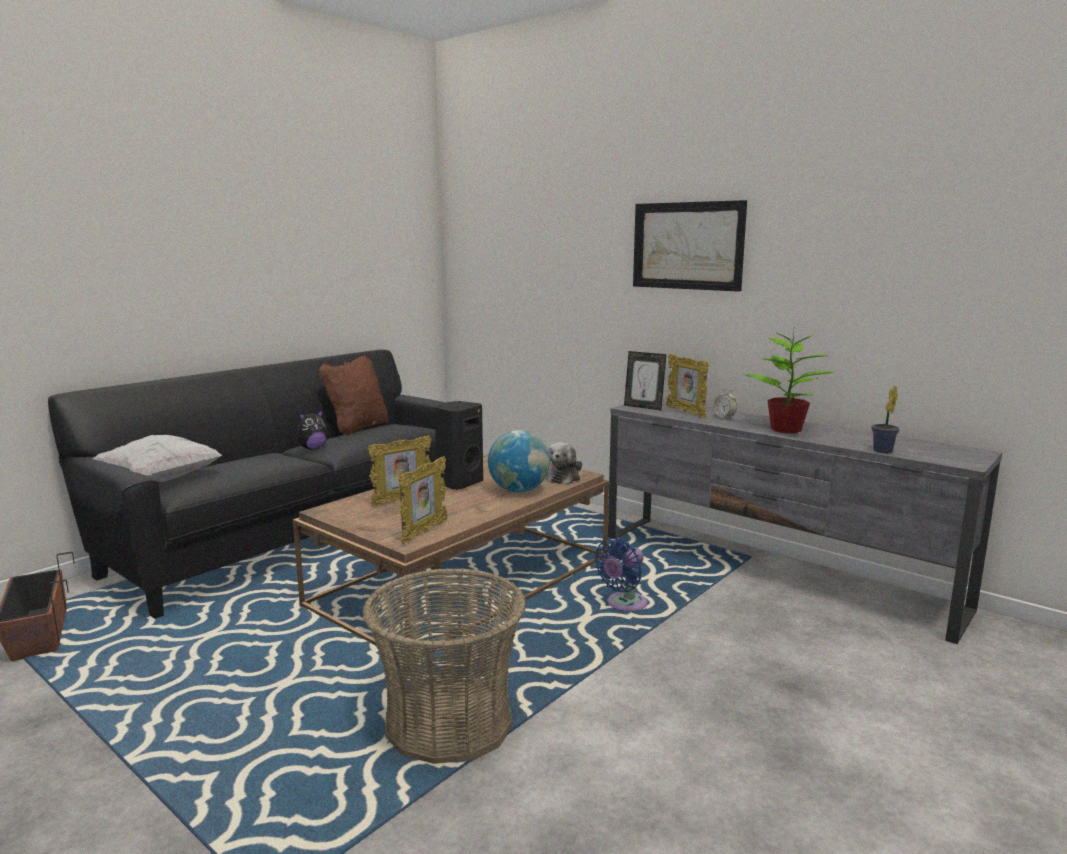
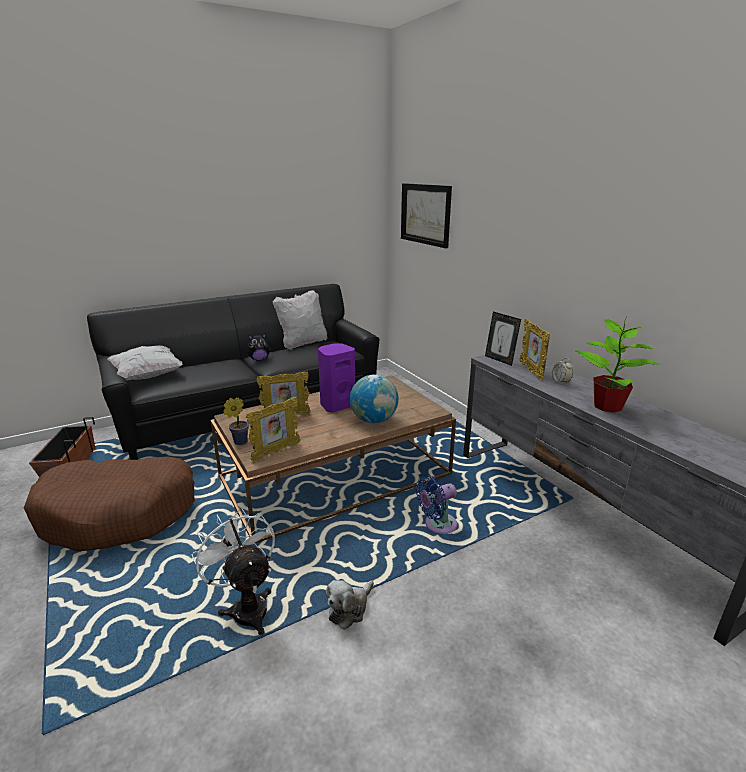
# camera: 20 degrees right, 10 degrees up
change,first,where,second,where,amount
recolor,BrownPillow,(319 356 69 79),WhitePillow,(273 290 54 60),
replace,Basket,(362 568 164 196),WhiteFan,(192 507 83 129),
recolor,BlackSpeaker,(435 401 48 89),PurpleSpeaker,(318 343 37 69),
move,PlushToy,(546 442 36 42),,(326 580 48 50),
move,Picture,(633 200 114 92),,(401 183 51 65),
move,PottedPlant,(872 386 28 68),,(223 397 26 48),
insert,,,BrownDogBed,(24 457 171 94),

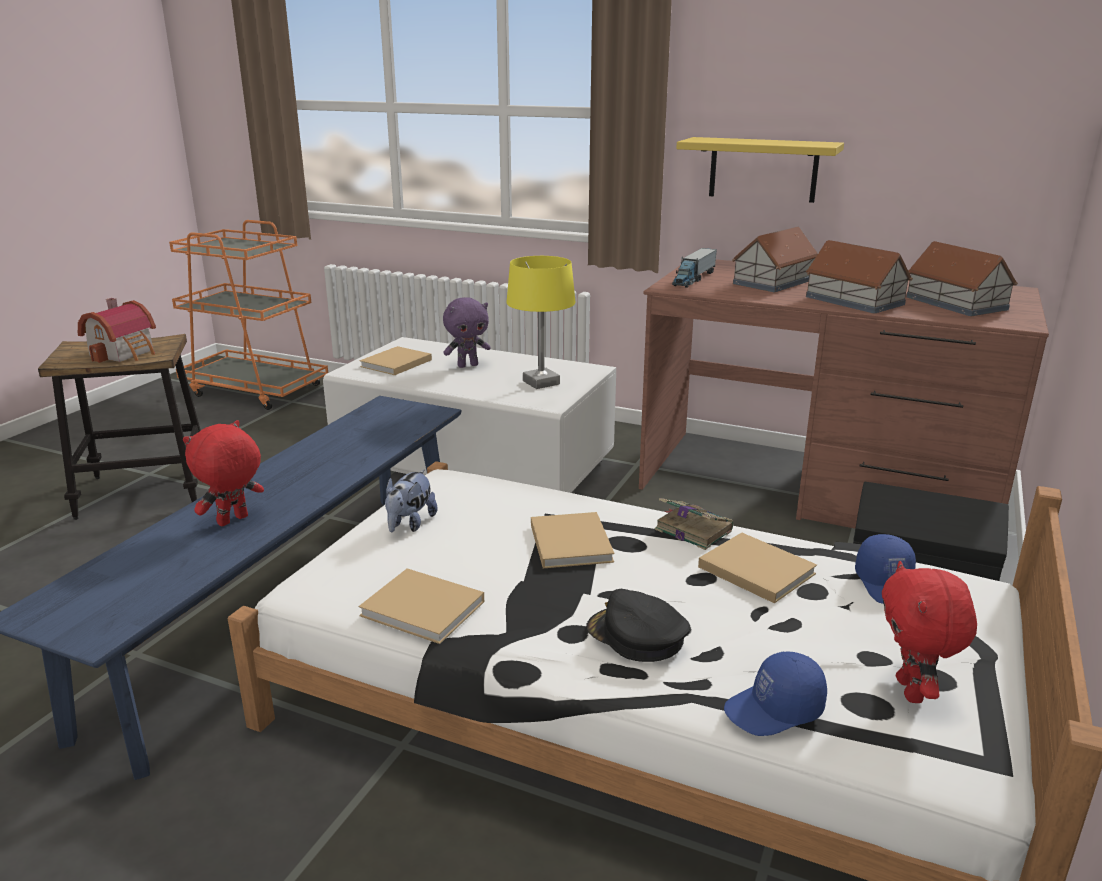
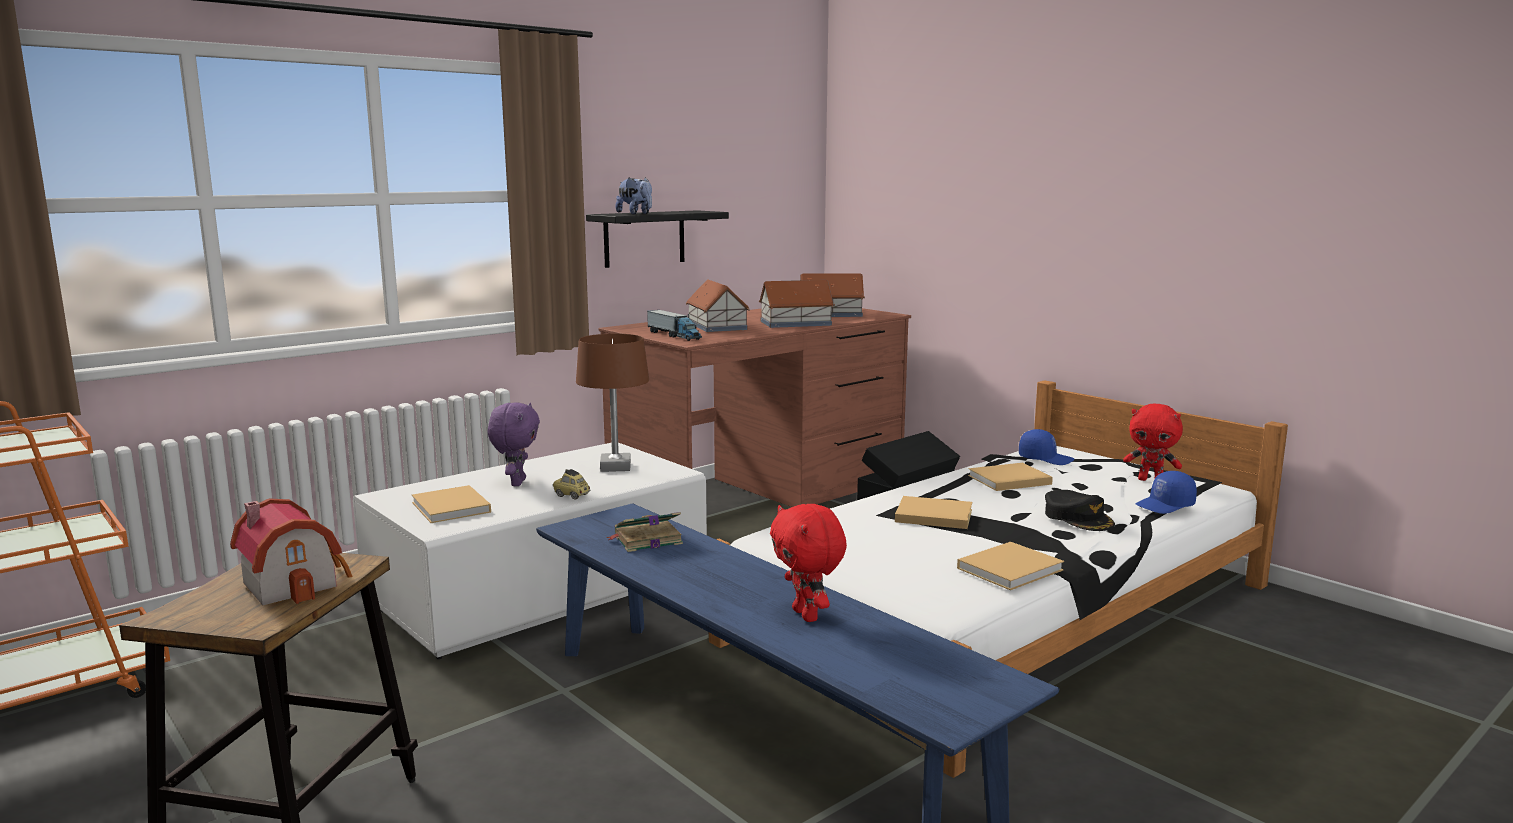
# camera: 65 degrees left, 10 degrees down
change,first,where,second,where,amount
move,PlushToy,(385 469 53 63),,(615 177 37 37),
recolor,YellowTableLamp,(507 256 69 133),BrownTableLamp,(576 334 73 138),
rotate,BlackCap,(586 589 104 73),,(1045 490 70 41),90 degrees counterclockwise
move,Book,(655 498 78 52),,(606 512 77 40),
recolor,YellowShelf,(676 137 168 66),BlackShelf,(586 210 143 58),
rotate,BlueCap,(724 652 103 84),,(1135 471 62 43),60 degrees clockwise
insert,,,ToyCar,(553 469 37 30),

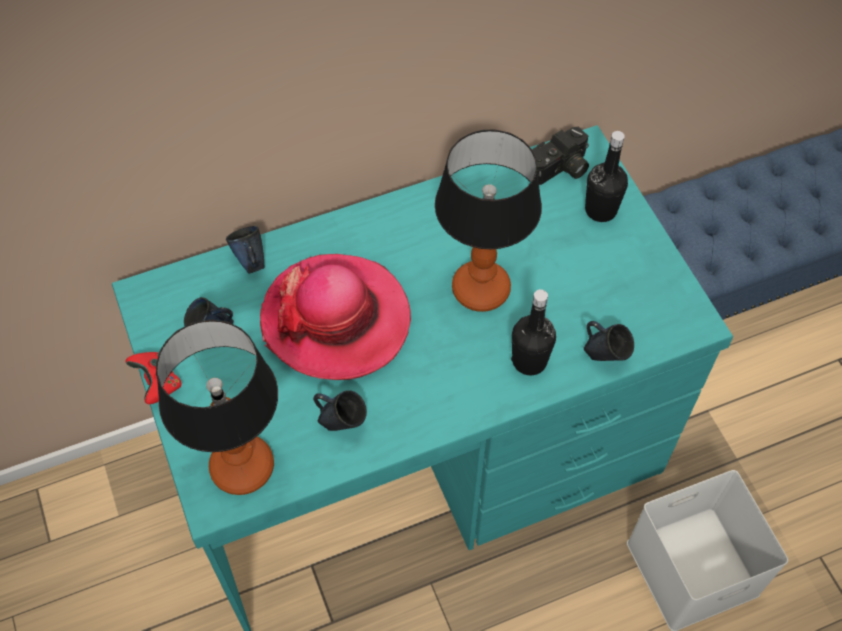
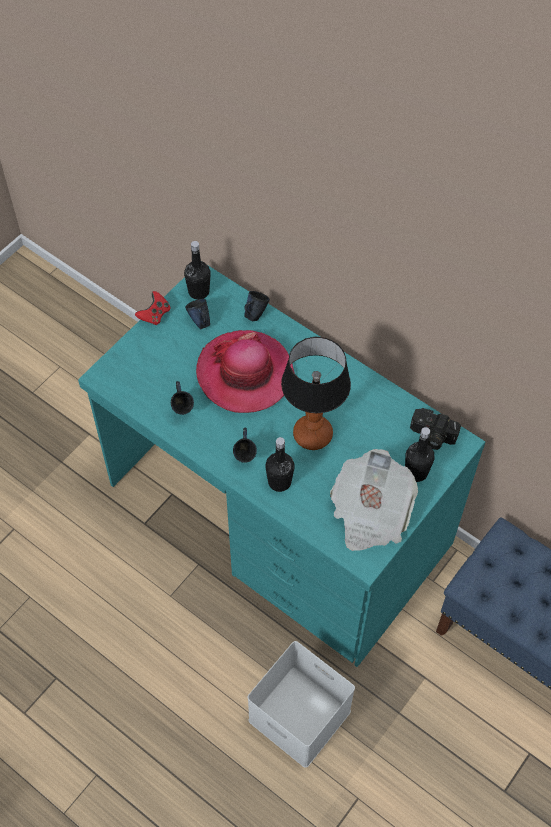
# camera: 60 degrees right, 0 degrees up
change,first,where,second,where,amount
delete,TableLamp,(156 319 122 176),,,
move,BlueMug,(584 321 50 40),,(233 428 24 35),
insert,,,BlackBottle,(184 241 27 59),
insert,,,Newspaper,(330 449 88 102),

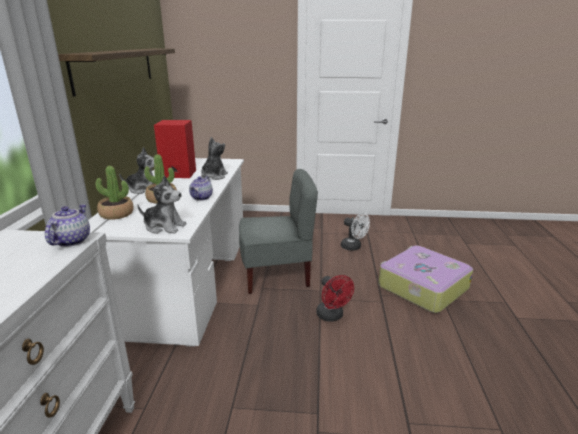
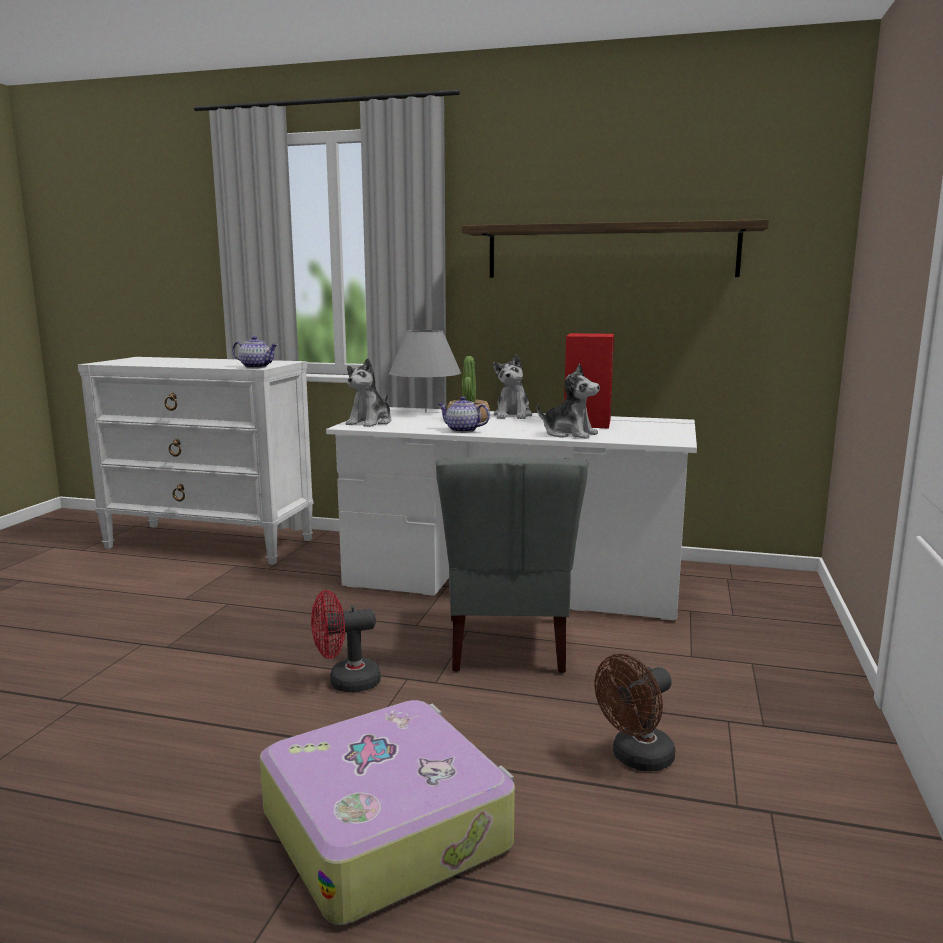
# camera: 100 degrees right, 10 degrees down
change,first,where,second,where,amount
replace,PottedPlant,(96 166 38 54),GreyTableLamp,(389 330 72 83),
recolor,WhiteFan,(341 213 29 38),BrownFan,(594 654 81 117),

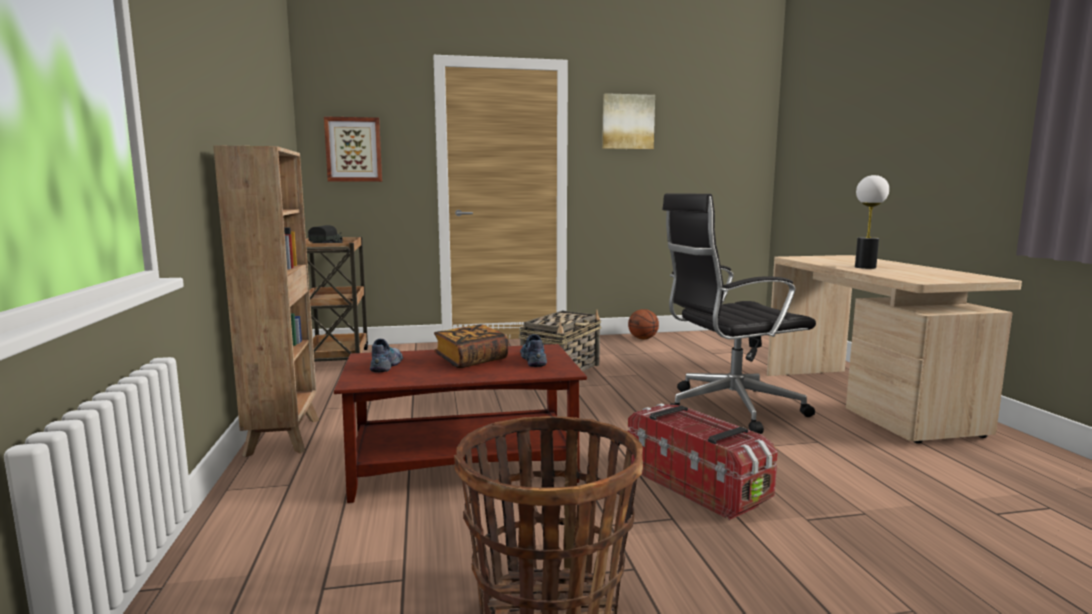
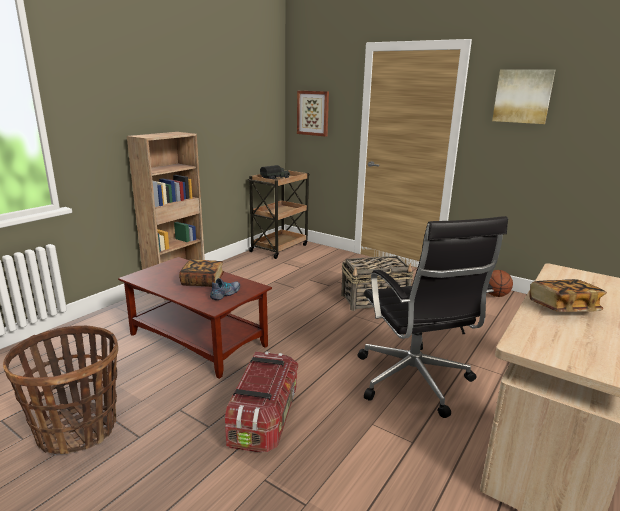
# camera: 45 degrees right, 10 degrees up
change,first,where,second,where,amount
delete,Shoe,(370 339 33 34),,,
rotate,BlackOfficeChair,(662 193 154 241),,(358 216 150 202),135 degrees counterclockwise
replace,TableLamp,(855 175 34 94),Book,(529 279 78 33),

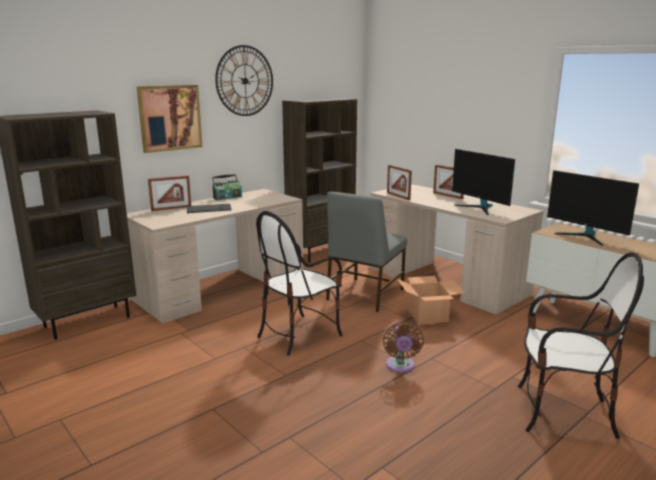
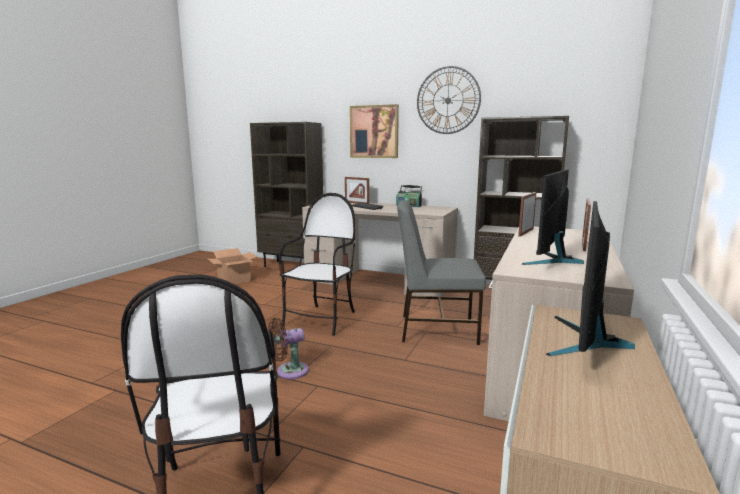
# camera: 65 degrees right, 5 degrees down
change,first,where,second,where,amount
rotate,Chair,(256 211 86 145),,(279 193 76 143),90 degrees clockwise
move,CardboardBox,(397 276 68 48),,(208 248 50 36),

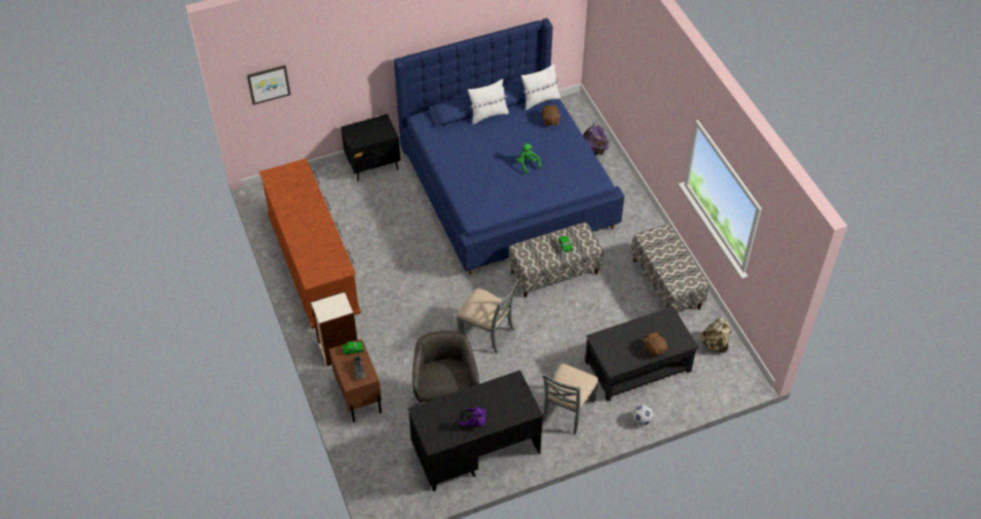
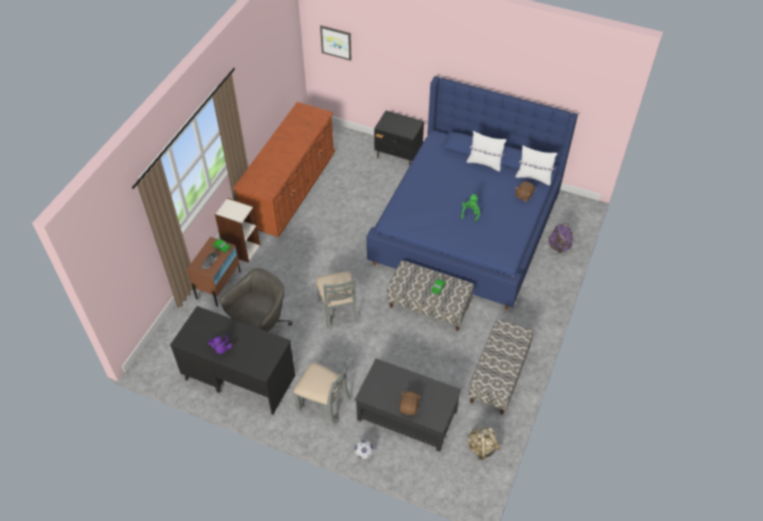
# camera: 45 degrees right, 0 degrees up
change,first,where,second,where,amount
rotate,GreyChair,(542 364 56 71),,(293 355 59 69),135 degrees counterclockwise

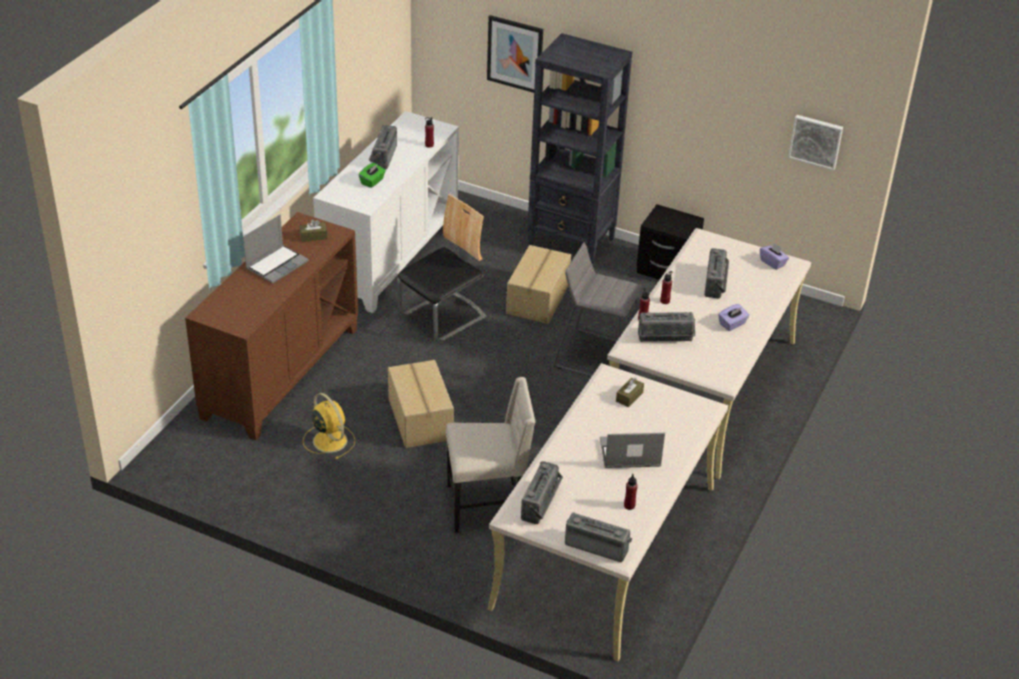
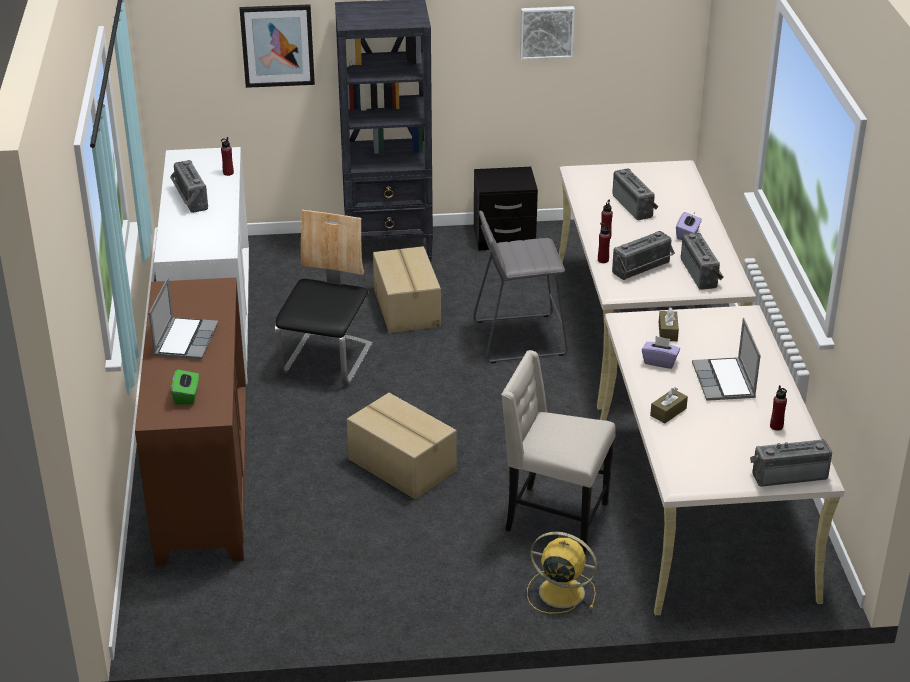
# camera: 30 degrees left, 5 degrees down
change,first,where,second,where,amount
move,BrownTissueBox,(299 219 29 23),,(650 387 38 36),
move,YellowFan,(303 393 52 66),,(527 532 70 82),
move,GreenTissueBox,(359 163 27 25),,(171 369 28 36),
rotate,BeigeChair,(446 377 90 156),,(501 350 115 203),120 degrees counterclockwise
move,Radio,(521 461 42 63),,(681 233 43 57),
rotate,Laptop,(600 433 65 35),,(692 318 69 83),60 degrees counterclockwise
move,PurpleTissueBox,(760 243 29 27),,(642 336 38 33),
move,Picture,(788 115 55 55),,(520 6 55 54),

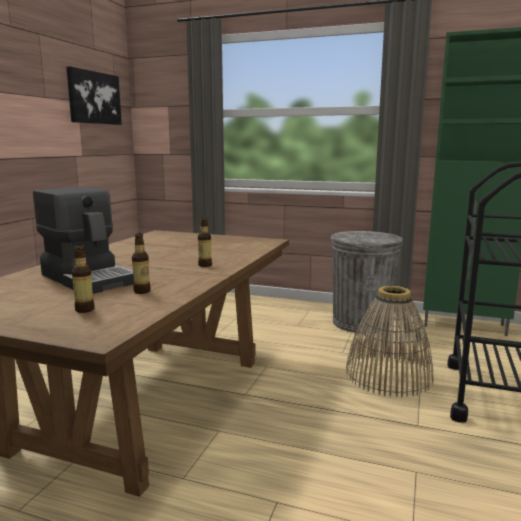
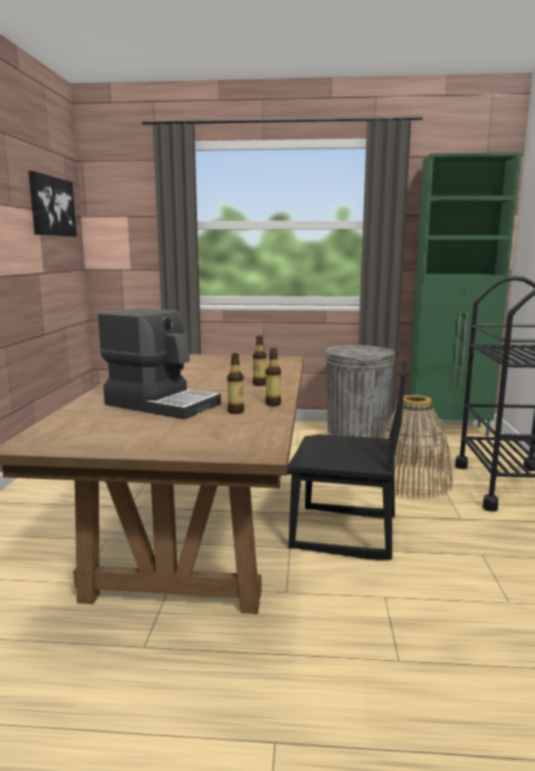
# camera: 15 degrees left, 0 degrees up
change,first,where,second,where,amount
move,Bottle,(72 245 23 68),,(265 348 16 58),
insert,,,BlackChair,(287 360 119 200),

